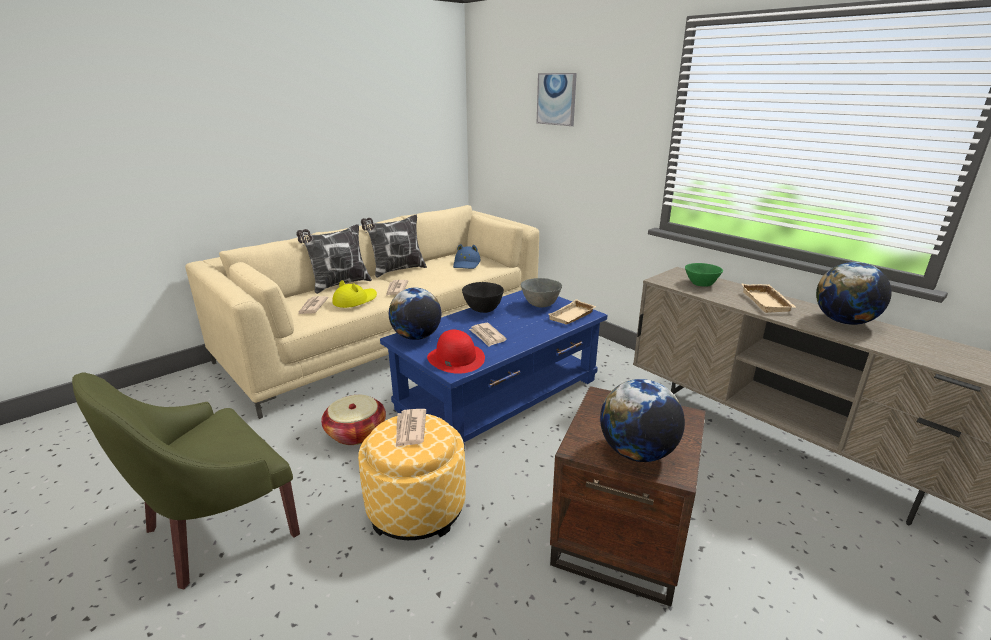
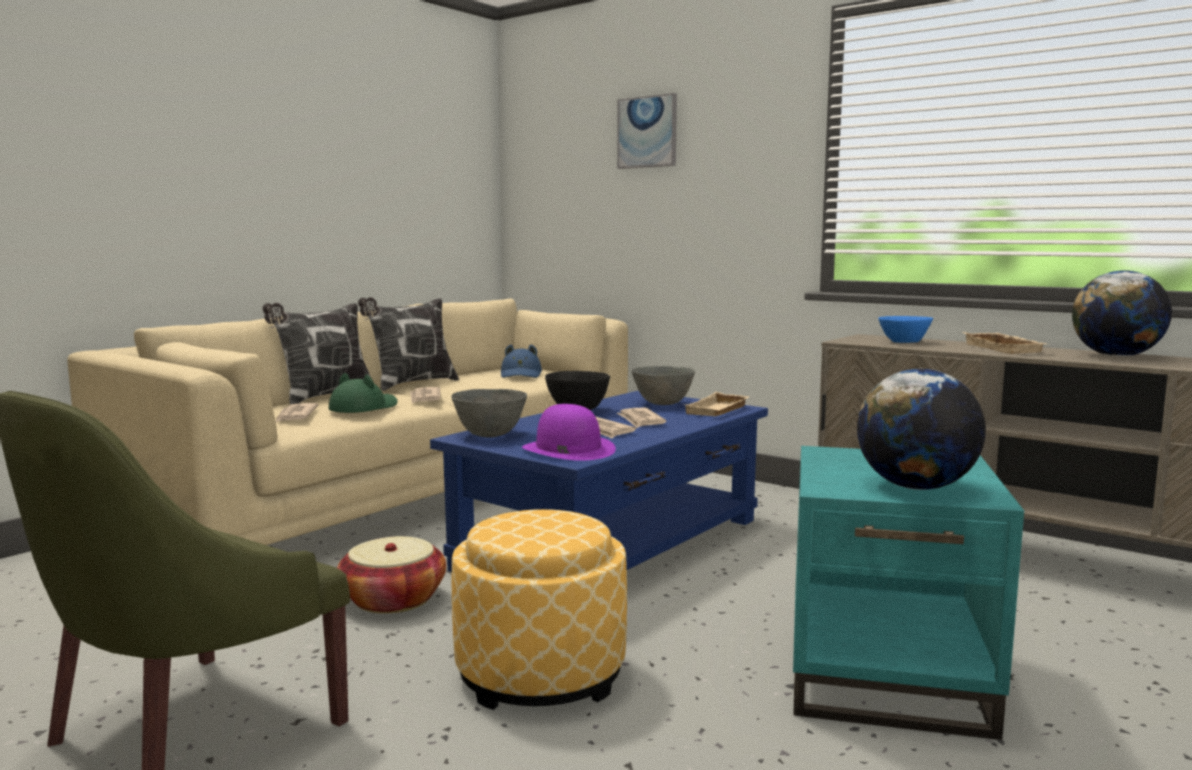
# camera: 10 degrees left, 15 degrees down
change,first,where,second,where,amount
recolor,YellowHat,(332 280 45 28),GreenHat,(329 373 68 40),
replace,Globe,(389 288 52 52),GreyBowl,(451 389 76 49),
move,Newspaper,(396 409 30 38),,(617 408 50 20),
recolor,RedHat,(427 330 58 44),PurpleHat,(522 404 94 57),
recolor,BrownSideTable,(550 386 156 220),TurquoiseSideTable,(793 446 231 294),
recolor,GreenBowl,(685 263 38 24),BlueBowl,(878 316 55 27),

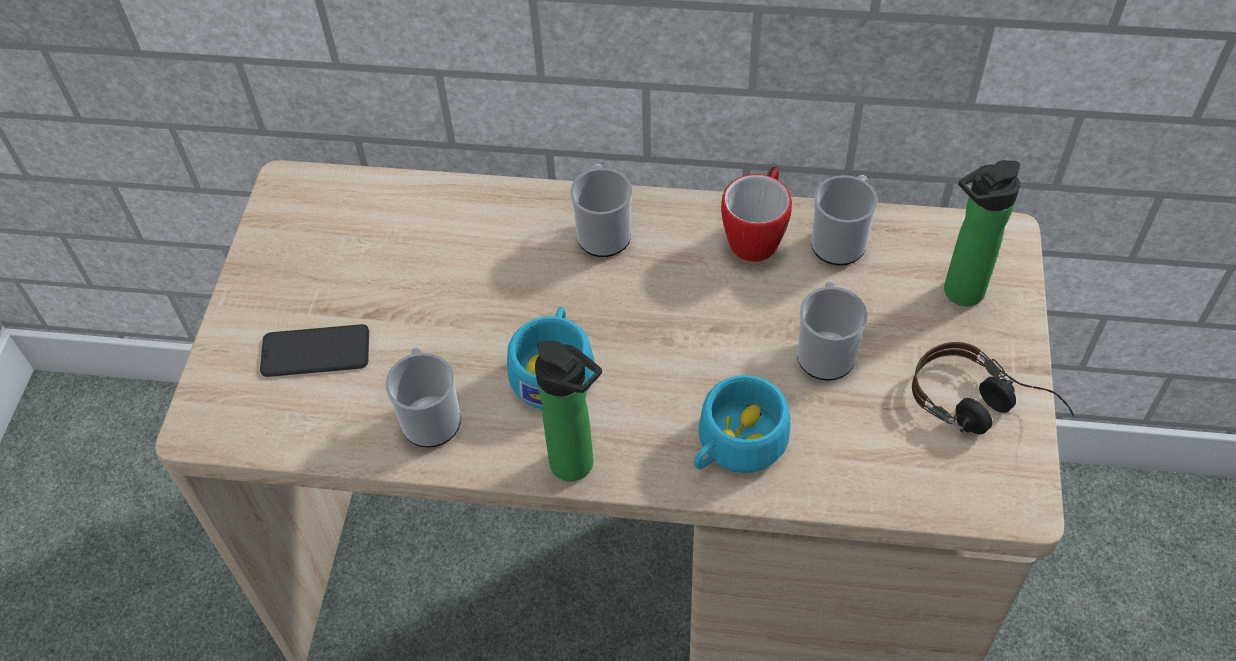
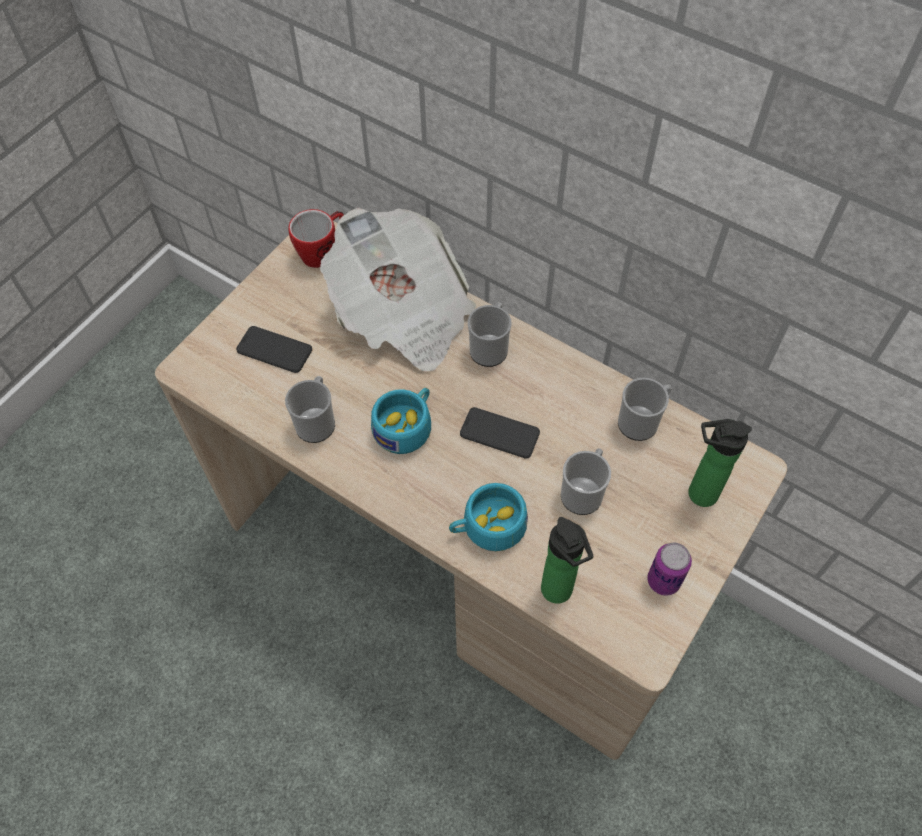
# camera: 25 degrees right, 5 degrees up
change,first,where,second,where,amount
move,Bottle,(535 341 67 140),,(541 517 52 87),
move,Mug,(721 166 71 96),,(288 209 56 59),
replace,Headphones,(912 342 162 92),Can,(647 543 45 53),
insert,,,Newspaper,(320 208 156 164),
insert,,,Phone,(460 407 80 52),

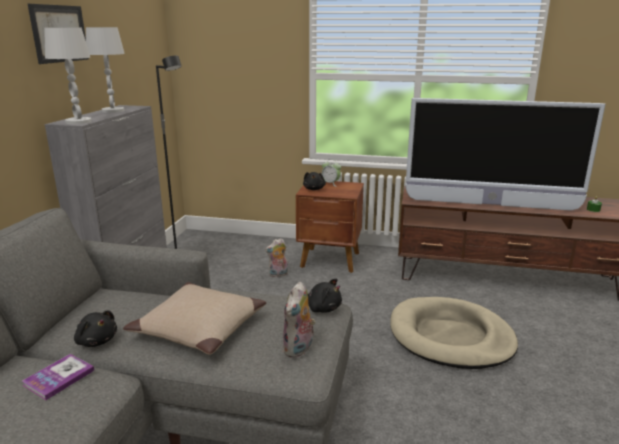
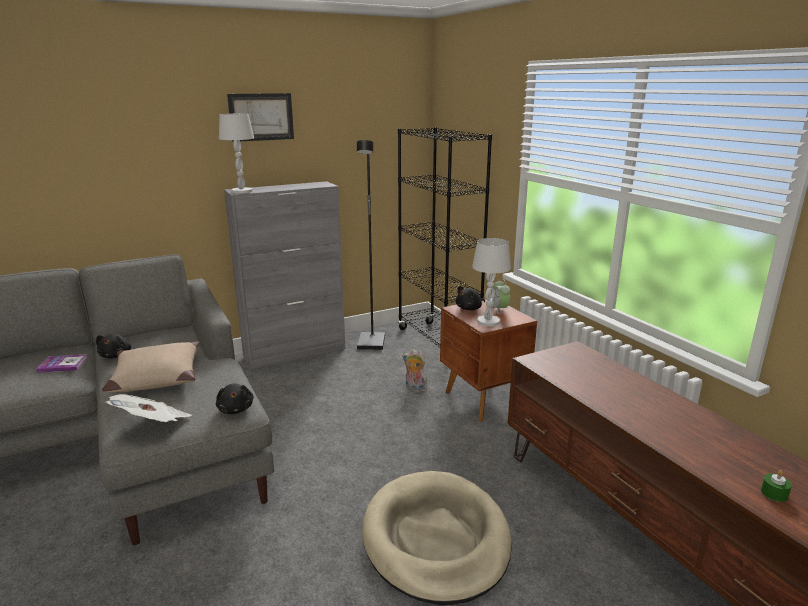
# camera: 50 degrees right, 0 degrees up
change,first,where,second,where,amount
move,WhiteTableLamp,(86 27 39 86),,(472 238 39 89),
replace,PlushToy,(282 282 34 76),Newspaper,(106 394 86 28),
delete,Television,(406 98 200 113),,,
insert,,,BlackBookcase,(398 127 94 220),

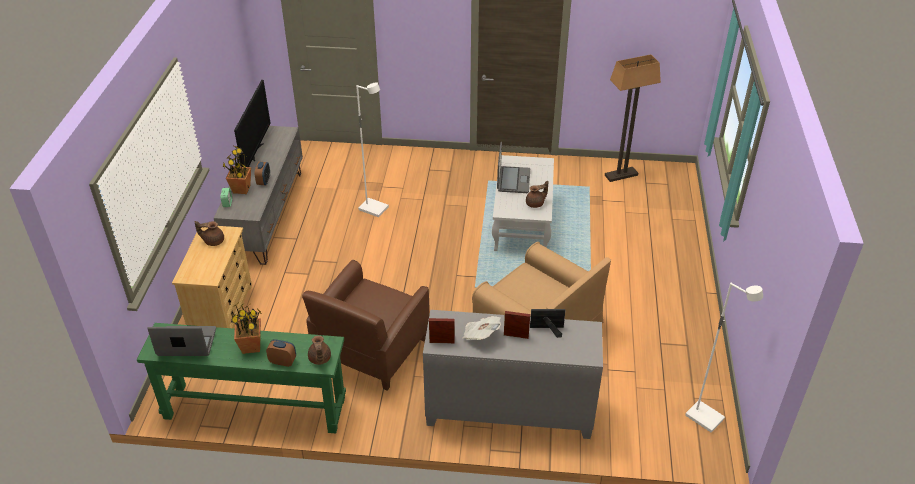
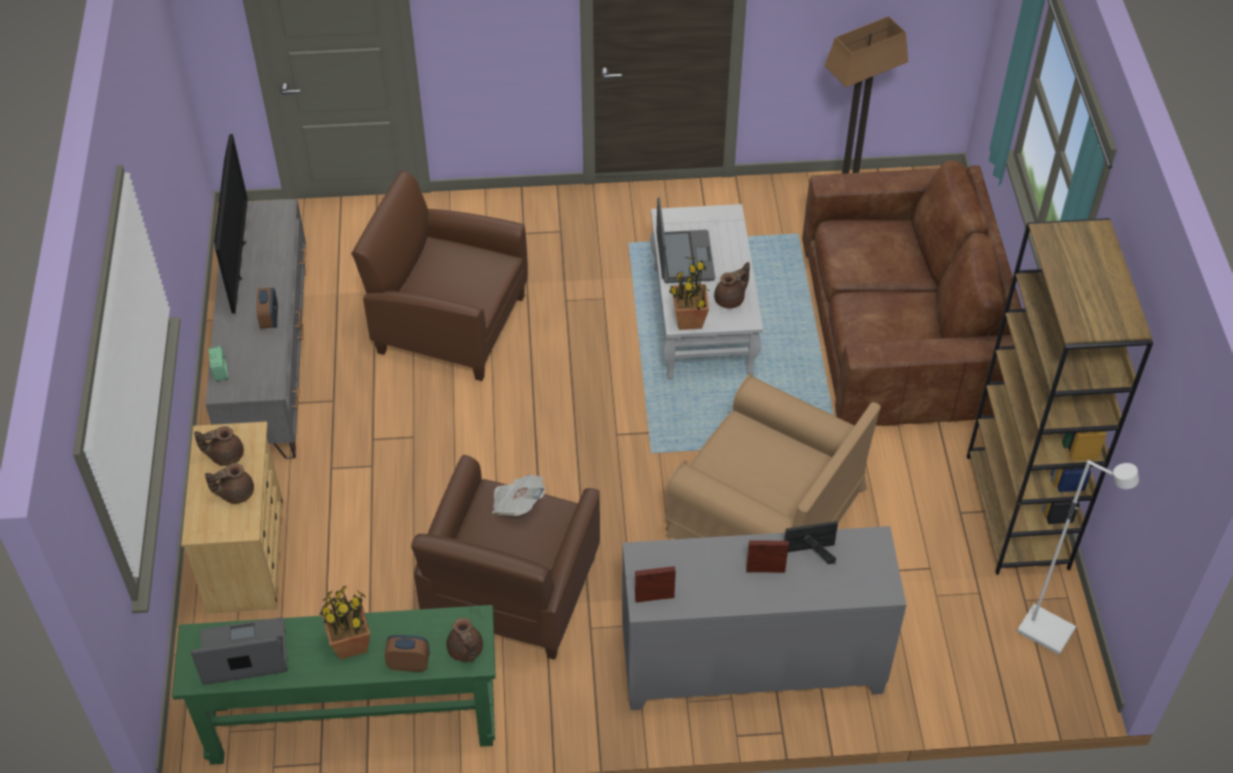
# camera: 10 degrees left, 10 degrees up
change,first,where,second,where,amount
move,PottedPlant,(223 146 28 48),,(669 257 41 73),
replace,WhiteFloorLamp,(356 82 33 135),BrownArmchair,(352 171 176 210),
move,Newspaper,(462 316 39 24),,(492 474 53 42),
insert,,,BrownTeapot,(205 463 49 41),
insert,,,BrownSofa,(802 160 220 266),
insert,,,BrownBookcase,(967 218 186 357),

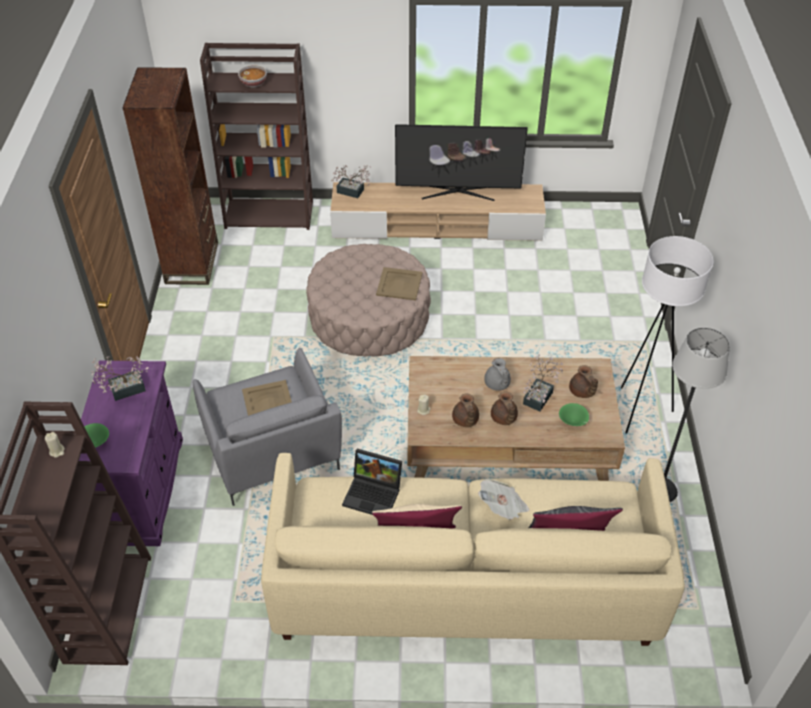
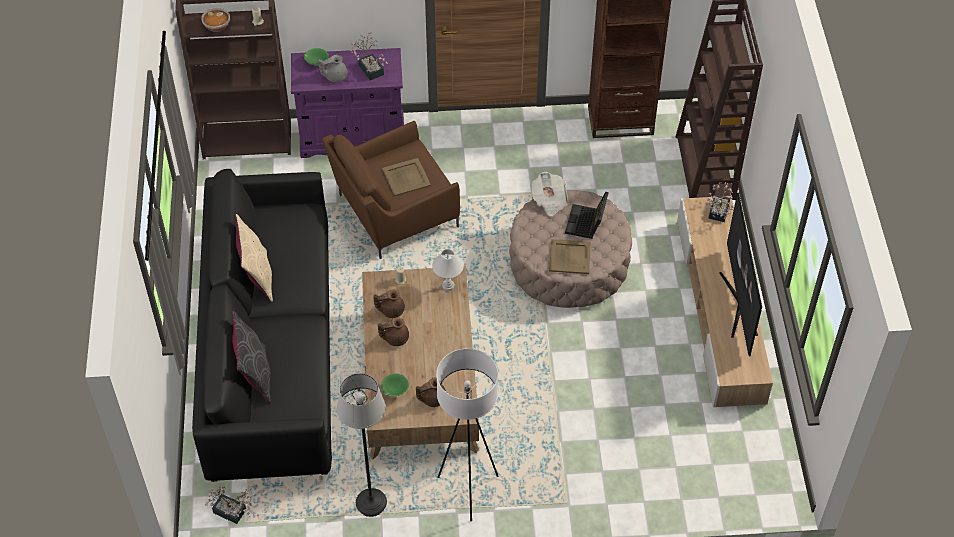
# camera: 85 degrees right, 5 degrees up
change,first,where,second,where,amount
recolor,GreyArmchair,(193 348 149 158),BrownArmchair,(322 121 138 138),
move,Bowl,(238 65 29 22),,(201 8 29 24),
recolor,BeigeSofa,(261 453 424 193),BlackSofa,(192 169 140 313),
move,Laptop,(342 449 60 66),,(565 192 44 47),
move,Newspaper,(478 479 52 41),,(532 171 36 45),
move,GreyTeapot,(484 358 27 33),,(318 55 29 27),
move,PottedPlant,(523 355 40 56),,(205 486 47 38),
insert,,,WhiteTableLamp,(432 249 32 42),

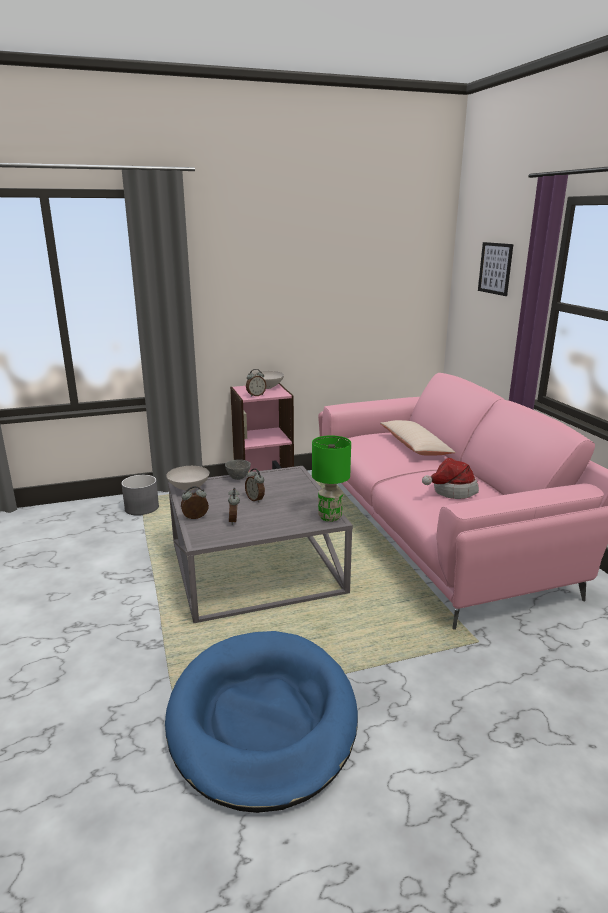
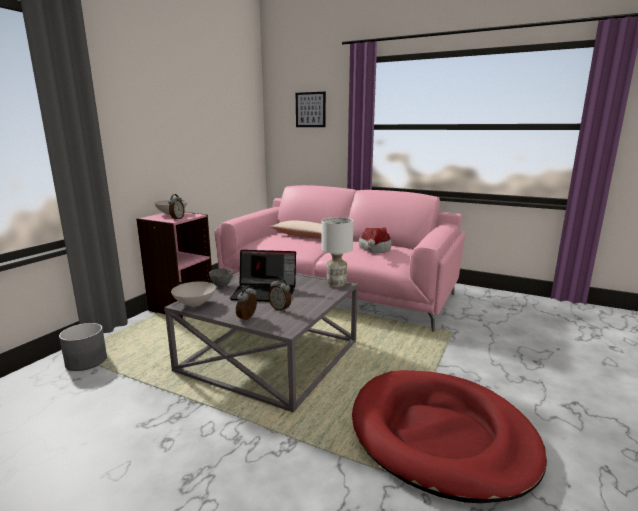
# camera: 45 degrees left, 5 degrees down
change,first,where,second,where,amount
recolor,BlueDogBed,(165 631 193 182),RedDogBed,(352 370 195 133),
replace,AlarmClock,(245 468 20 35),Laptop,(229 250 67 52),
recolor,GreenTableLamp,(312 435 39 87),WhiteTableLamp,(322 217 31 70),

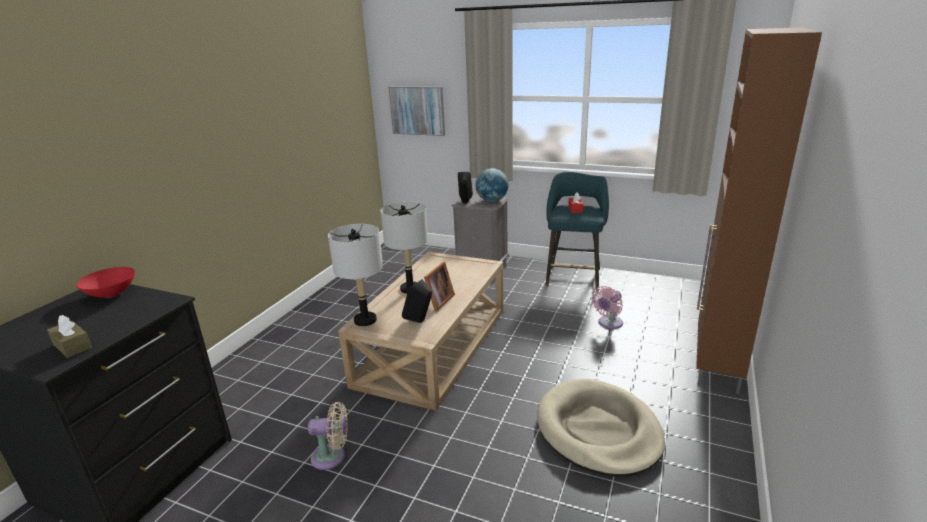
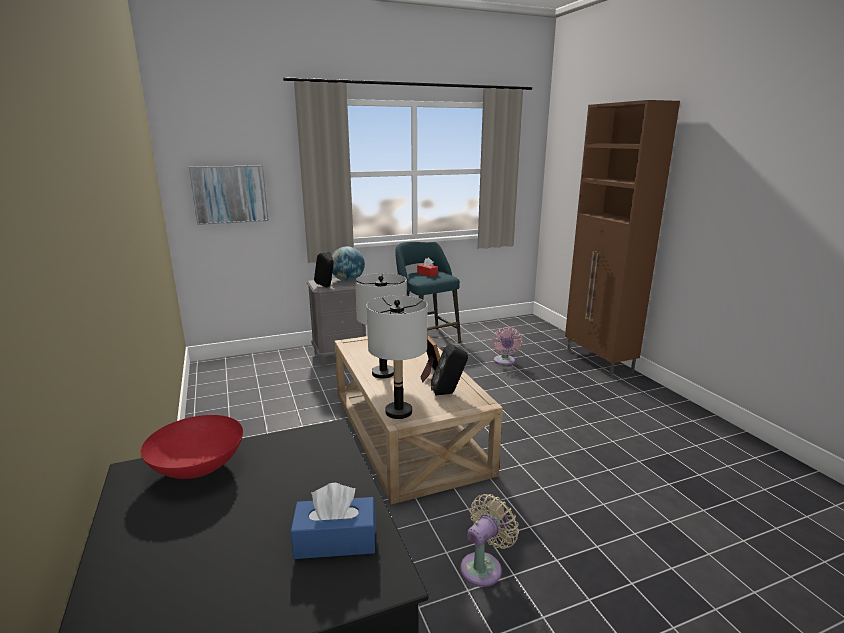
# camera: 45 degrees left, 5 degrees down
change,first,where,second,where,amount
recolor,BrownTissueBox,(47 315 45 43),BlueTissueBox,(291 483 85 76),
delete,BeigeDogBed,(537 379 128 98),,,

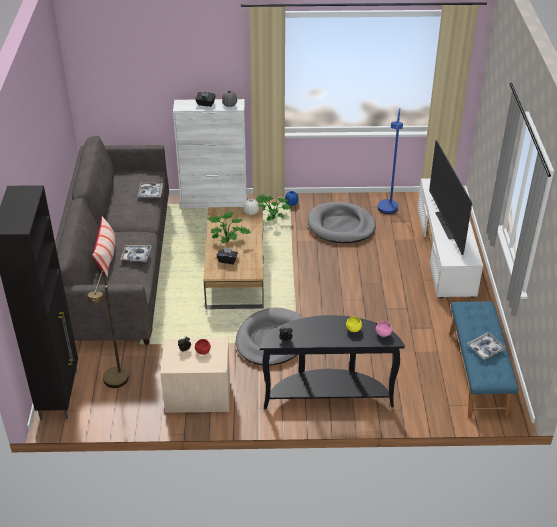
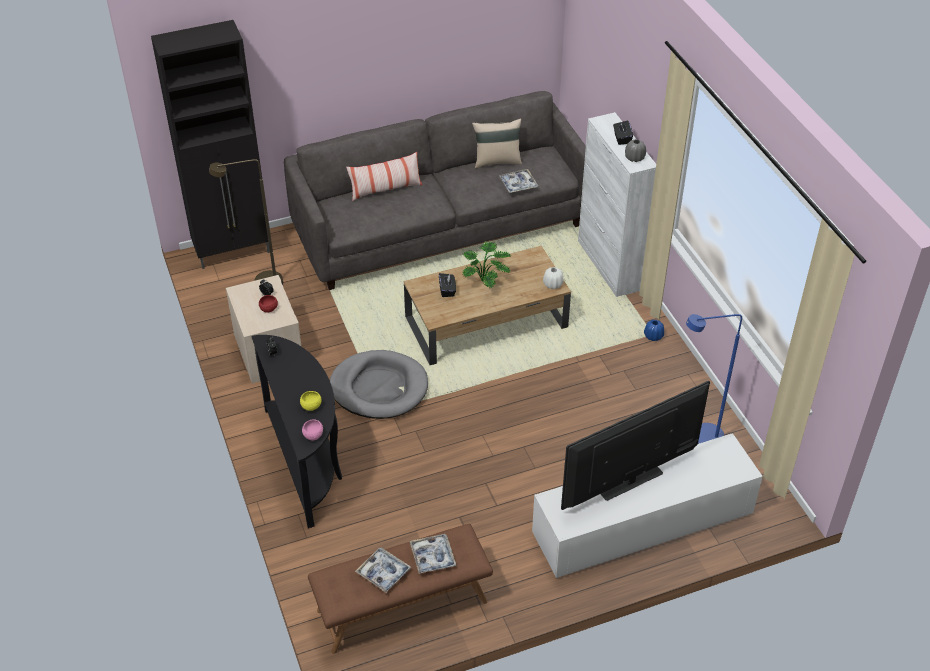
# camera: 70 degrees right, 5 degrees up
change,first,where,second,where,amount
move,Tray,(120 245 32 17),,(410 534 47 40),
delete,PottedPlant,(257 194 34 27),,,
delete,GreyDogBed,(308 202 68 41),,,
recolor,BlueBench,(449 301 70 117),BrownBench,(308 524 185 130),
insert,,,BeigePillow,(472 118 50 51),

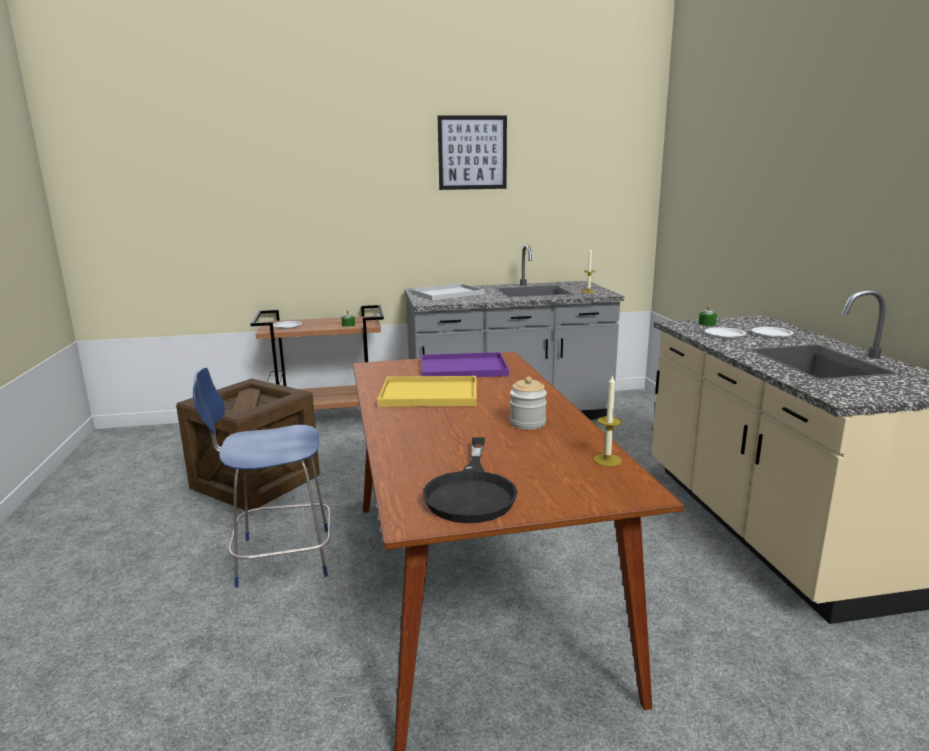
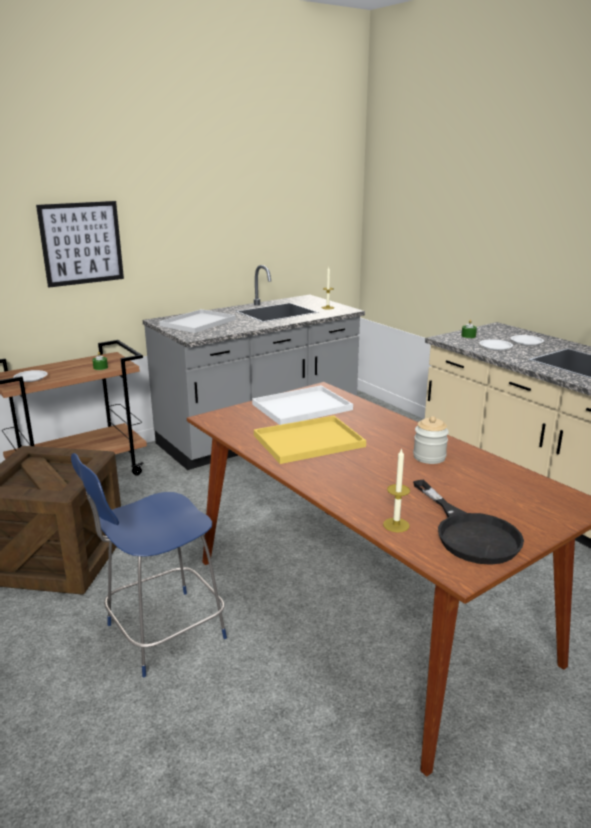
# camera: 25 degrees left, 5 degrees up
change,first,where,second,where,amount
recolor,PurpleTray,(421 352 88 25),WhiteTray,(252 385 101 40),
move,Picture,(438 116 69 74),,(36 201 88 86),
move,Candle,(593 374 29 92),,(383 448 27 84),

